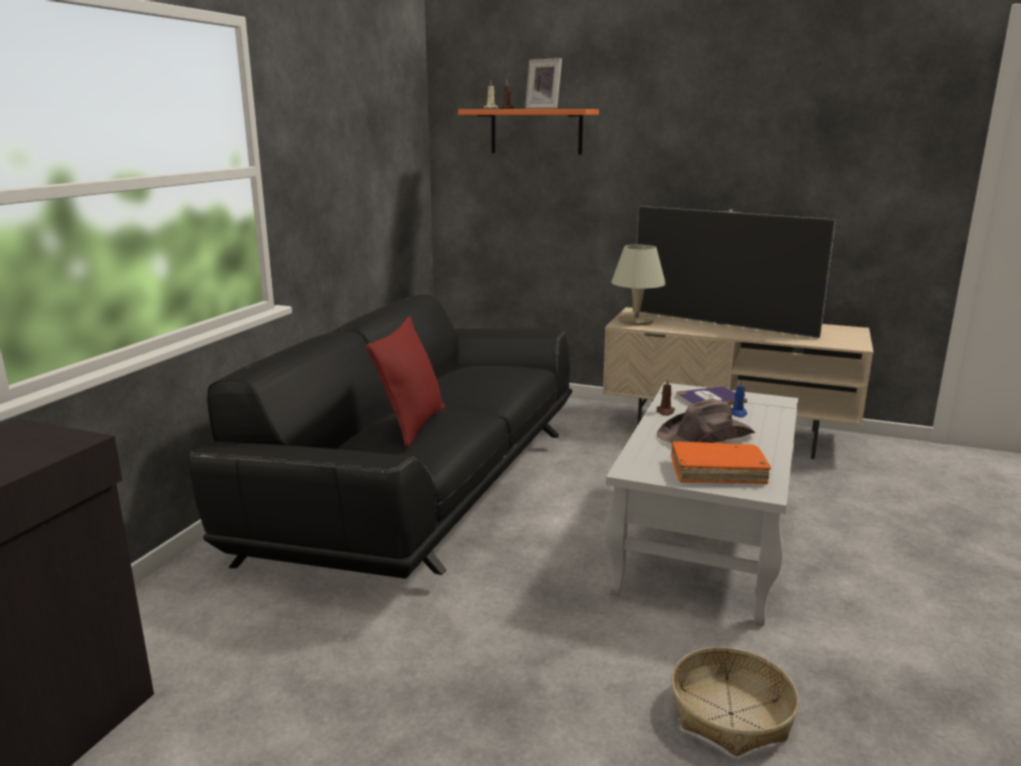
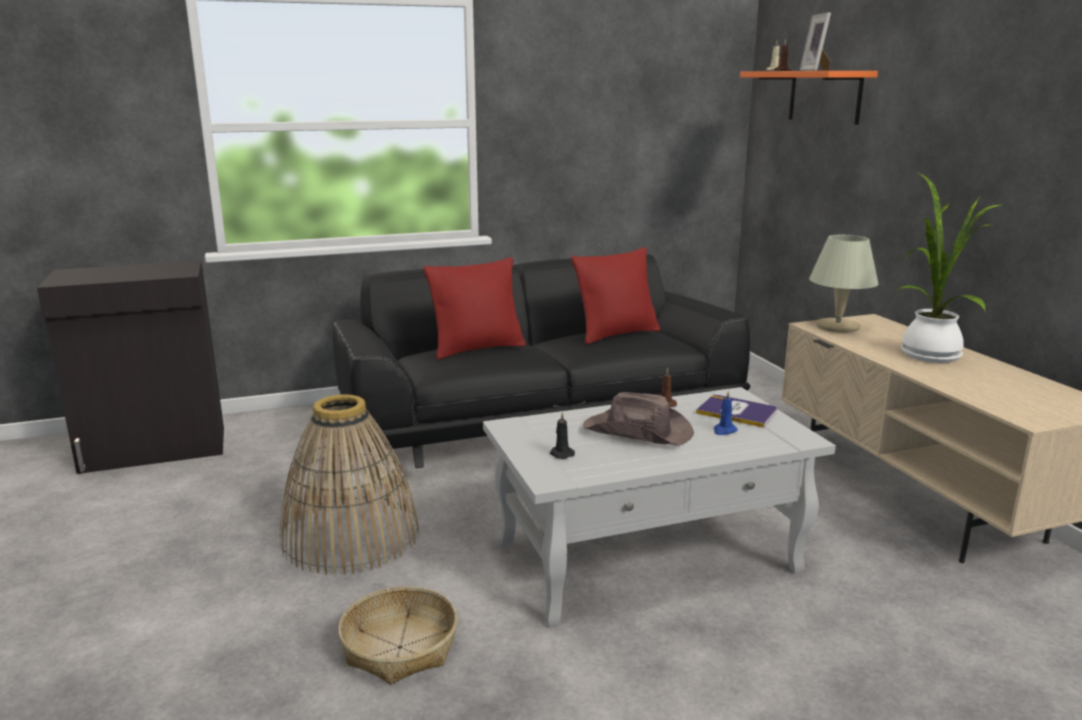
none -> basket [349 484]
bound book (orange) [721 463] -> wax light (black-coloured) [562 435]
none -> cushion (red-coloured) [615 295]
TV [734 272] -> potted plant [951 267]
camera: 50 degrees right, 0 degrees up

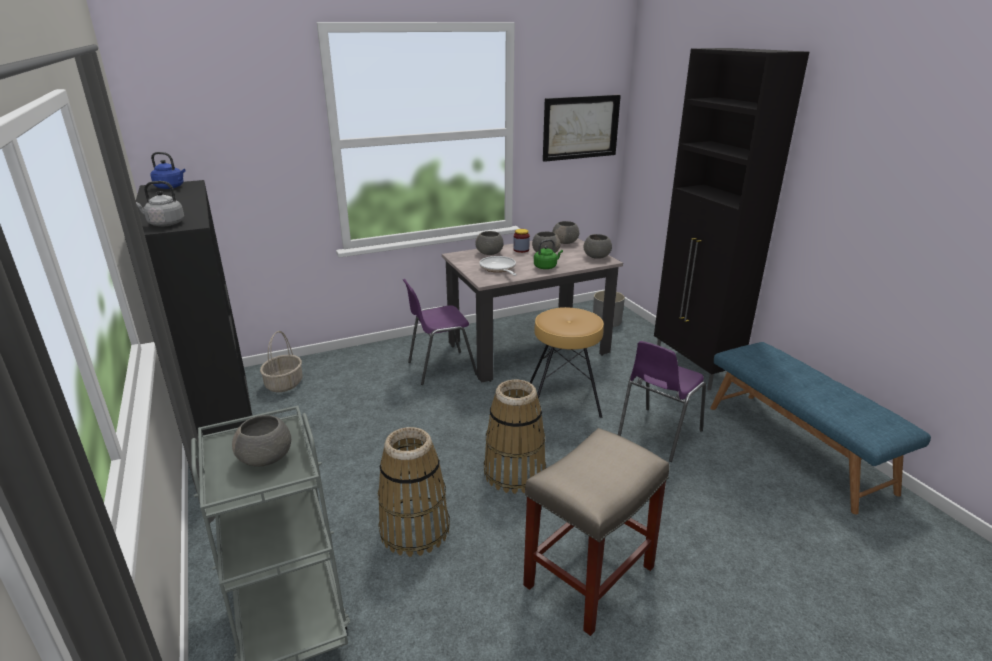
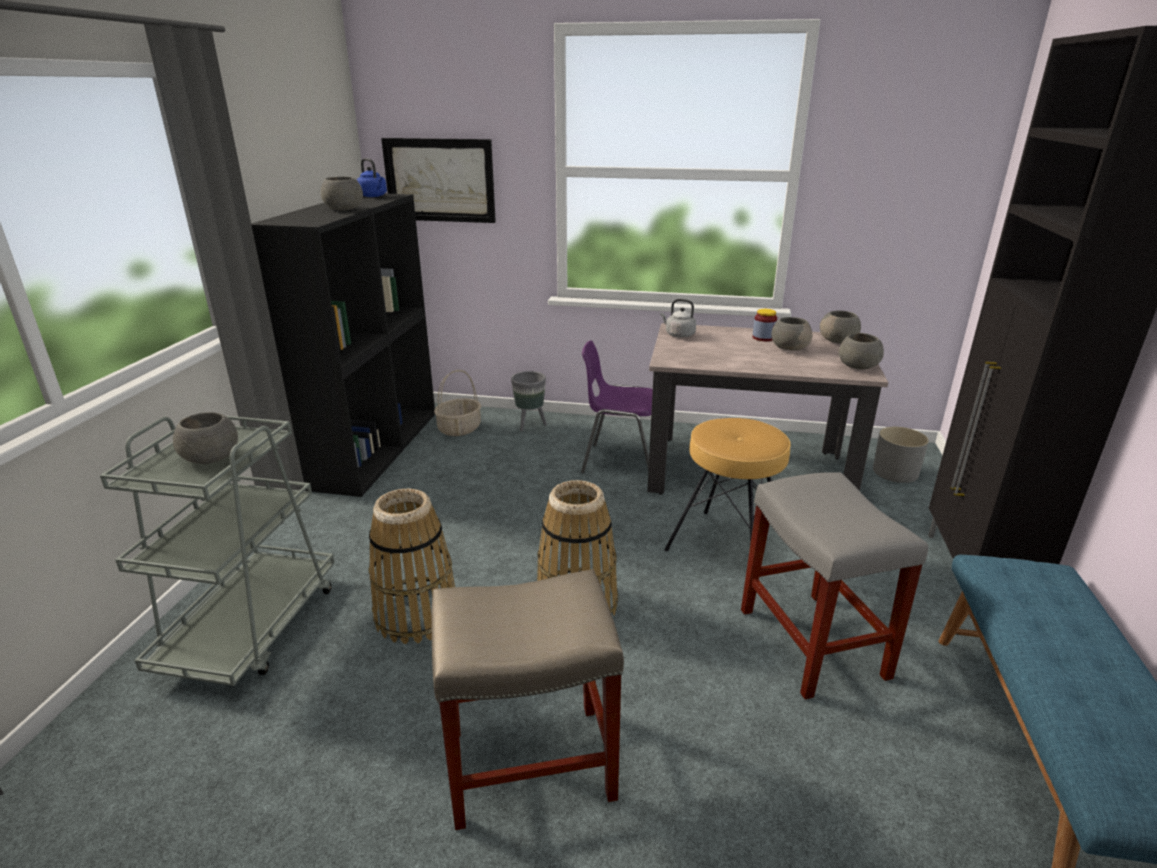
serving bowl (gray) [489 243] -> serving bowl (gray) [342 194], moved
wall art [582 128] -> wall art [438 180], moved
none -> flower pot (gray) [529 401]
kettle (gray) [160 203] -> kettle (gray) [678 318], moved
plain chair (purple-coloured) [662 401] -> stool seat (gray) [834 585]
pan [498 266] -> none
kettle (greenish) [548 254] -> none
camera: 35 degrees right, 0 degrees up

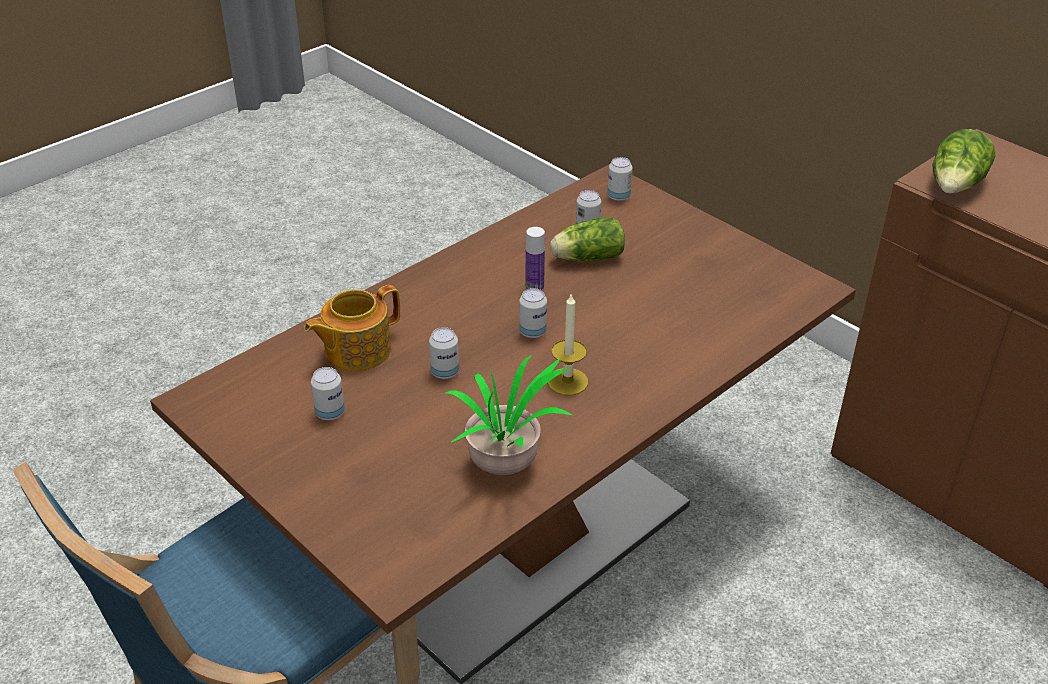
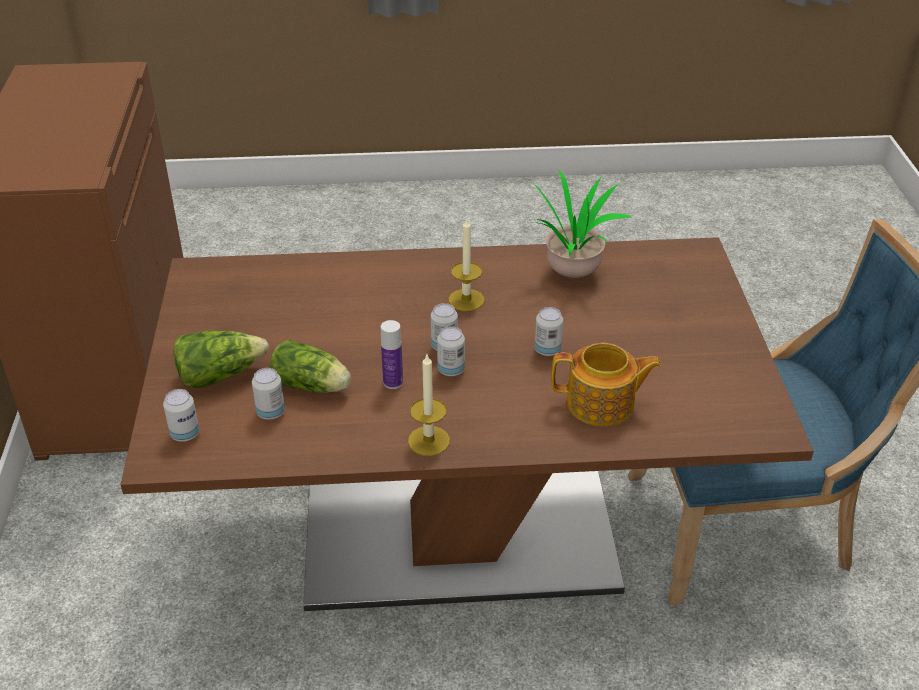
lettuce [964 161] -> lettuce [221 359], moved
none -> wax light [429 405]
metal can [328 393] -> metal can [451 351], moved
camera: 140 degrees left, 0 degrees up

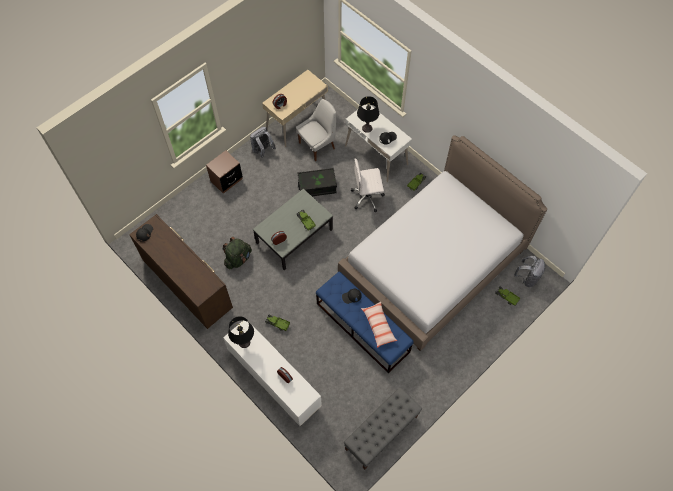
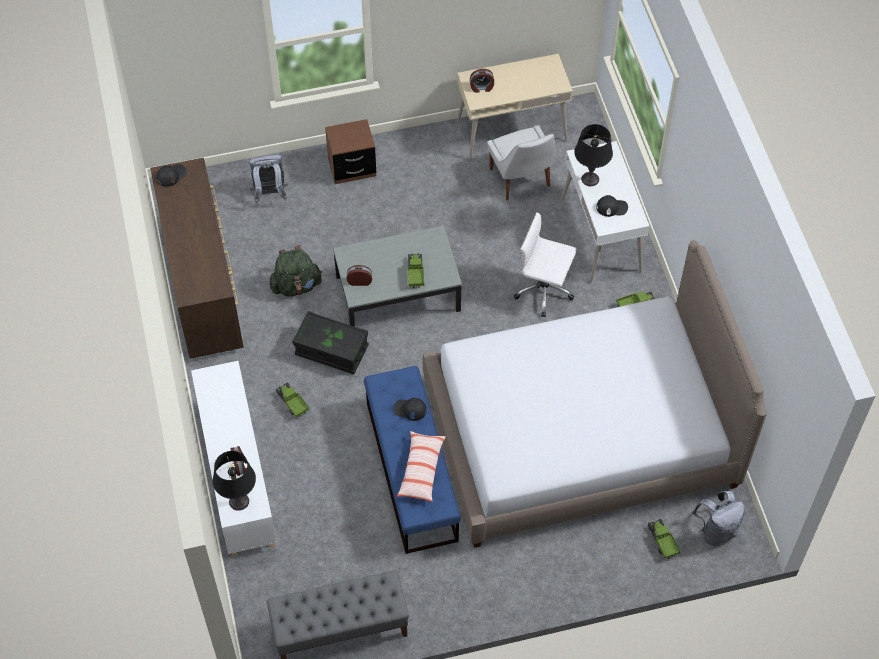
lamp for a table (black-coloured) [241 332] -> lamp for a table (black-coloured) [234 481], moved
rucksack (gray) [263 142] -> rucksack (gray) [268 179], moved
storage bin (black-coloured) [317 182] -> storage bin (black-coloured) [330 342], moved
plain chair (whitish) [316 130] -> plain chair (whitish) [521 162], 75 degrees clockwise
camera: 30 degrees right, 5 degrees down

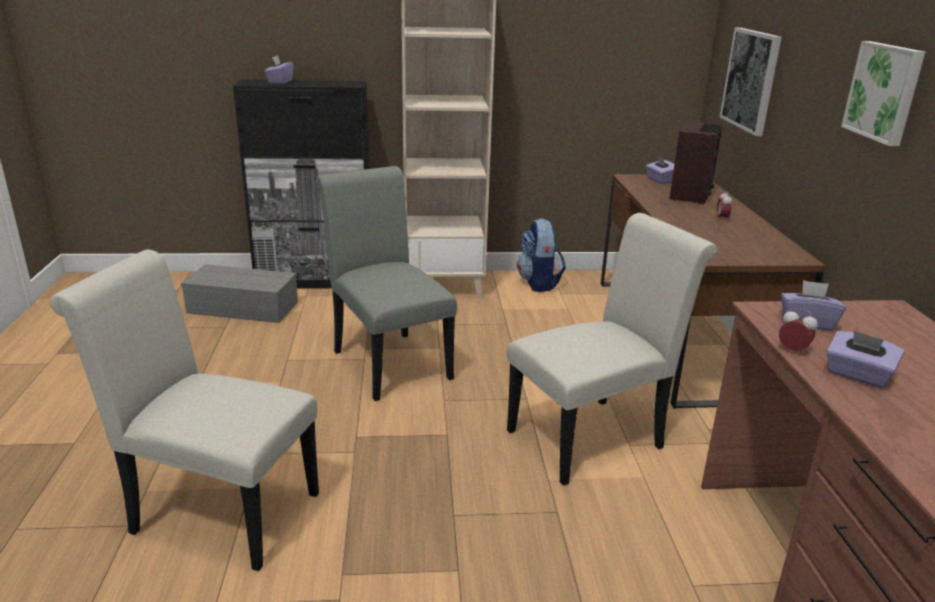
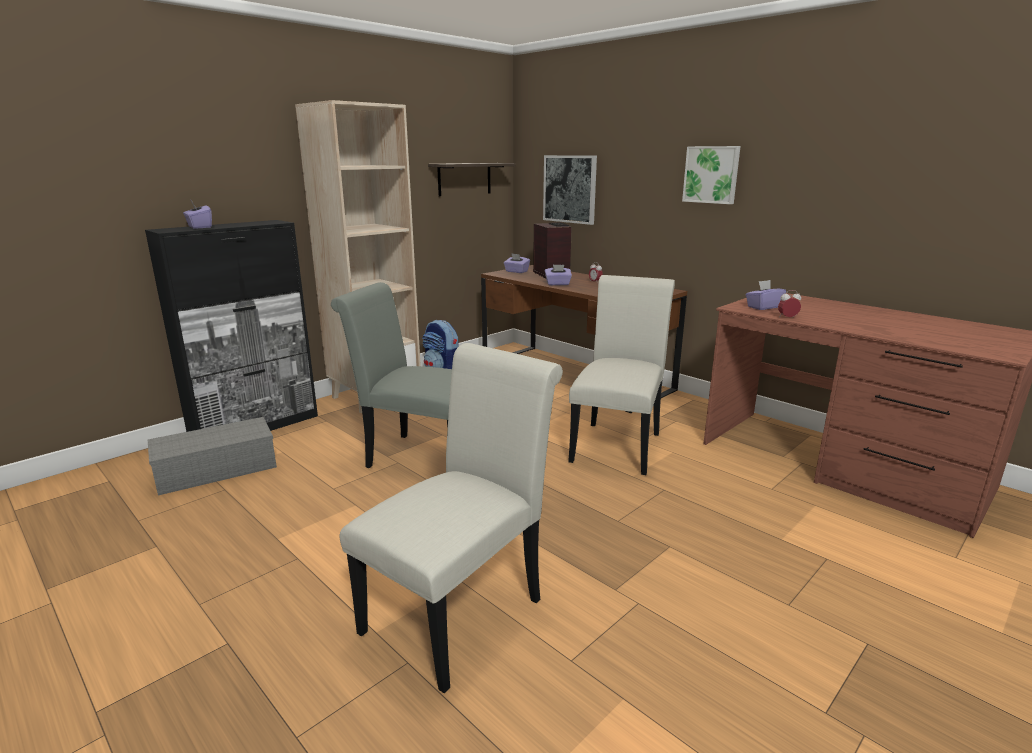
plain chair (whitish) [184 410] -> plain chair (whitish) [451 518], 150 degrees clockwise
none -> bracket shelf [472 179]
tissue box (purple-coloured) [866 359] -> tissue box (purple-coloured) [558 275], moved
camera: 40 degrees left, 5 degrees down

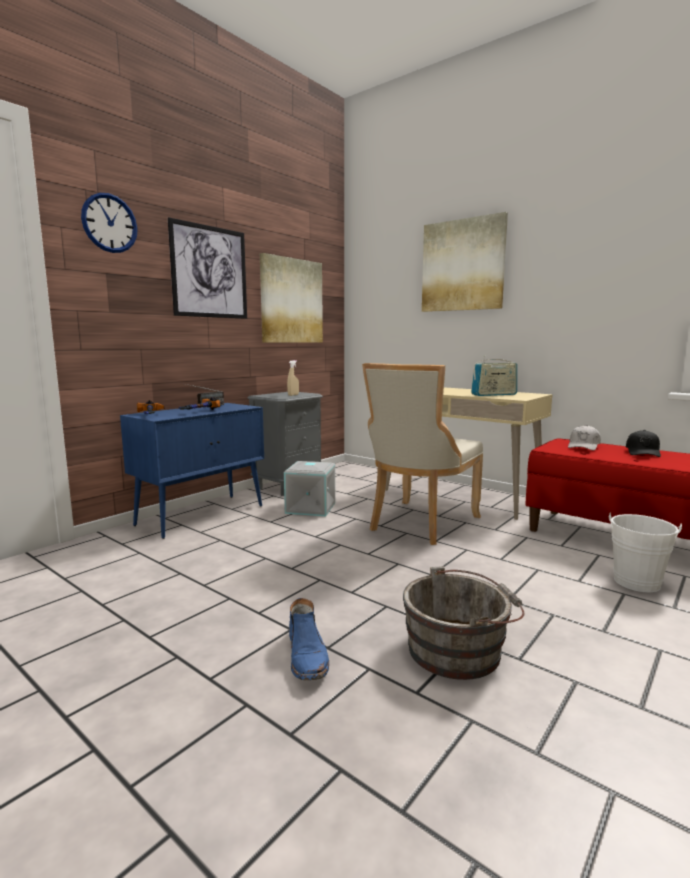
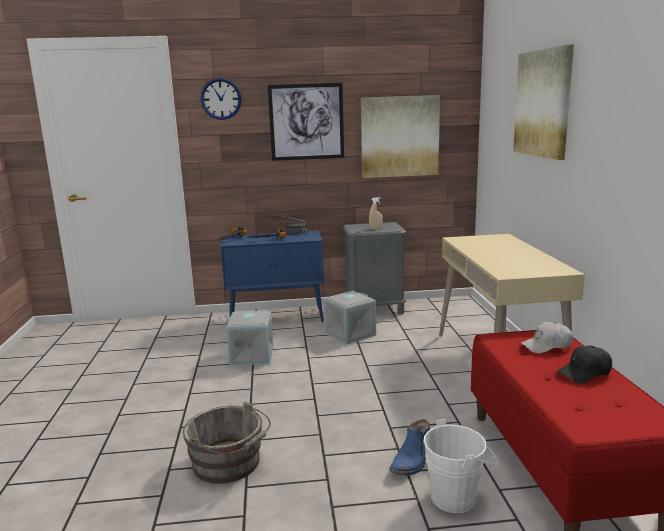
none -> storage bin (gray) [249 338]
boot (blue) [309 639] -> boot (blue) [409 447], moved
plain chair (beige-coloured) [422 454] -> none
radio receiver [494 375] -> none
camera: 45 degrees right, 5 degrees up

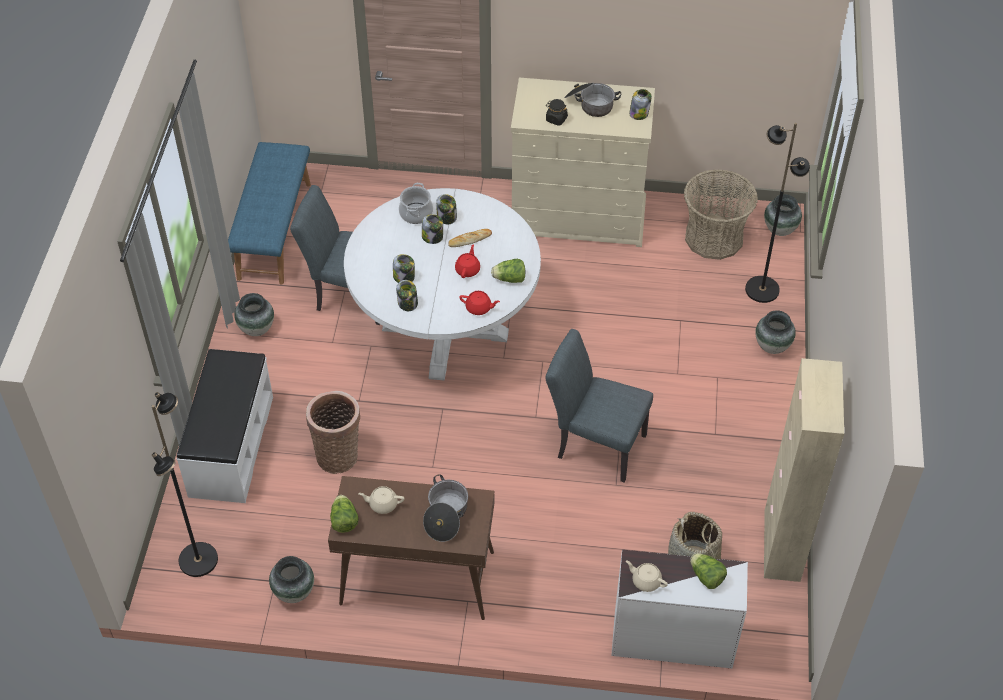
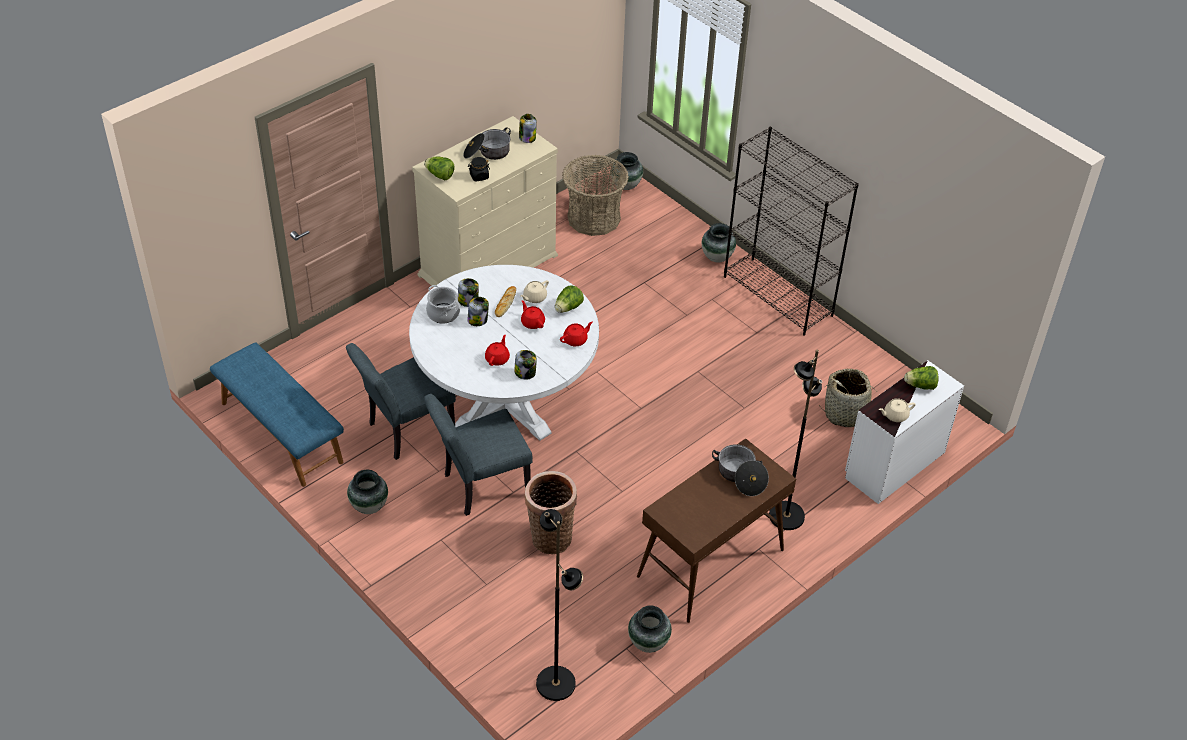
lettuce [344 514] -> lettuce [439 168], moved
plain chair (gray) [599 406] -> plain chair (gray) [478 455], moved
storage jar [404 268] -> tea pot (red-coloured) [497 350]
tea pot (beige-coloured) [381 500] -> tea pot (beige-coloured) [534 291], moved
none -> bookcase (black-coloured) [791 231]
standing lamp (black-coloured) [777 213] -> standing lamp (black-coloured) [795 440], moved
indoor bench (whitish) [225 426] -> none
cabinet (beige-coloured) [804 470] -> none
camera: 50 degrees left, 5 degrees down

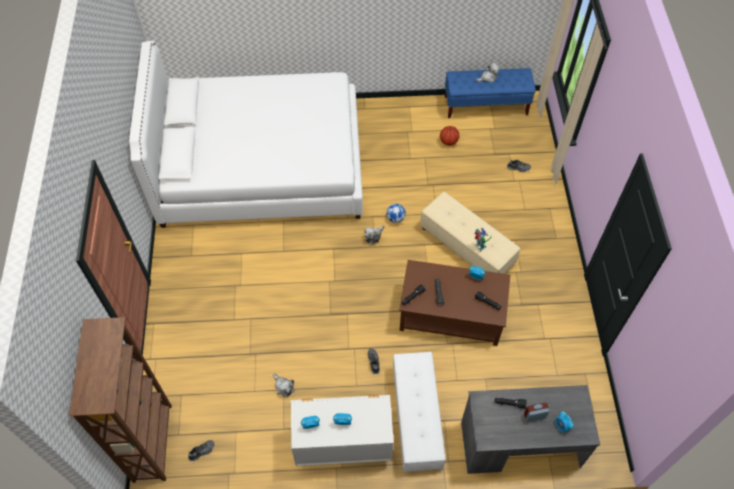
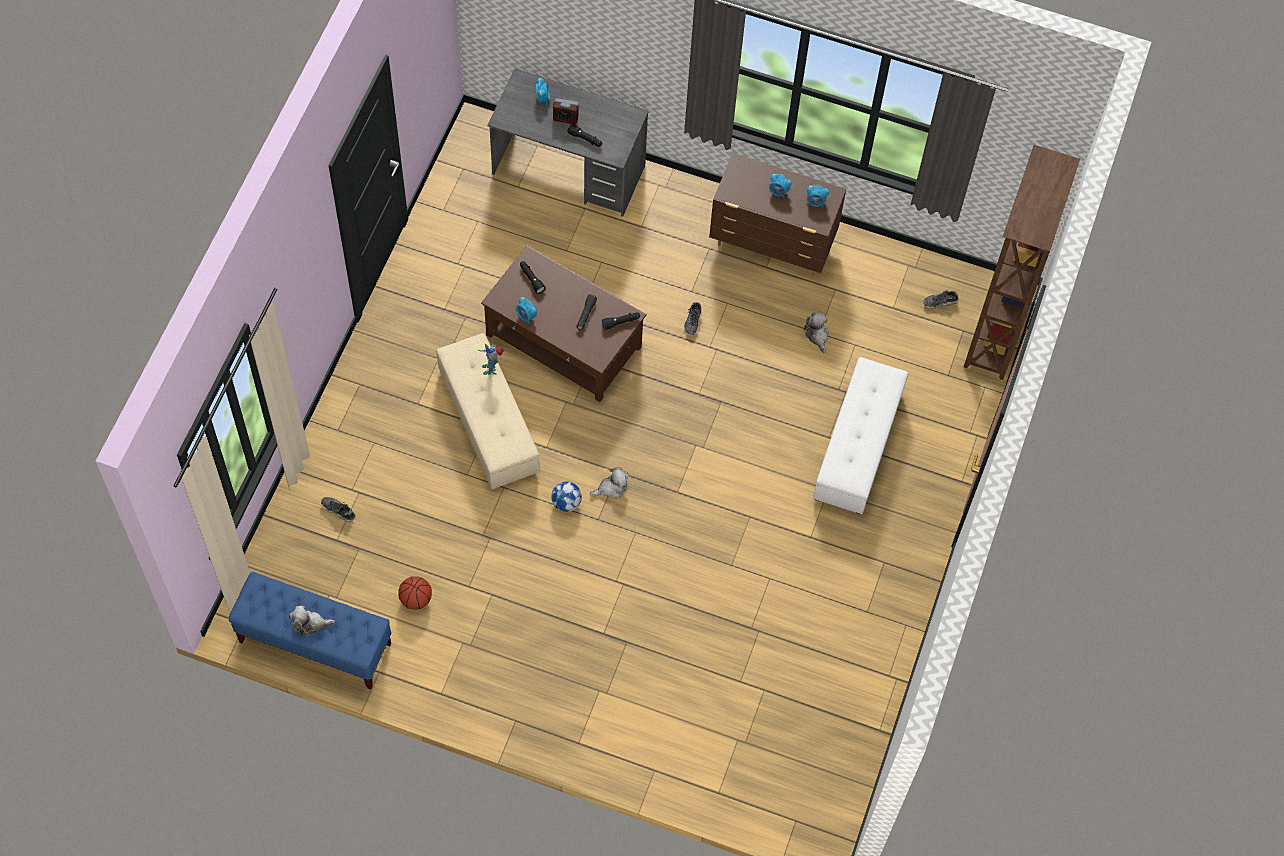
dresser (whitish) [342 430] -> dresser (brown-coloured) [777 214]
pouffe (whitish) [419 412] -> pouffe (whitish) [860 435], moved
bedroom bed (whitish) [246 134] -> none
camera: 160 degrees left, 5 degrees up

